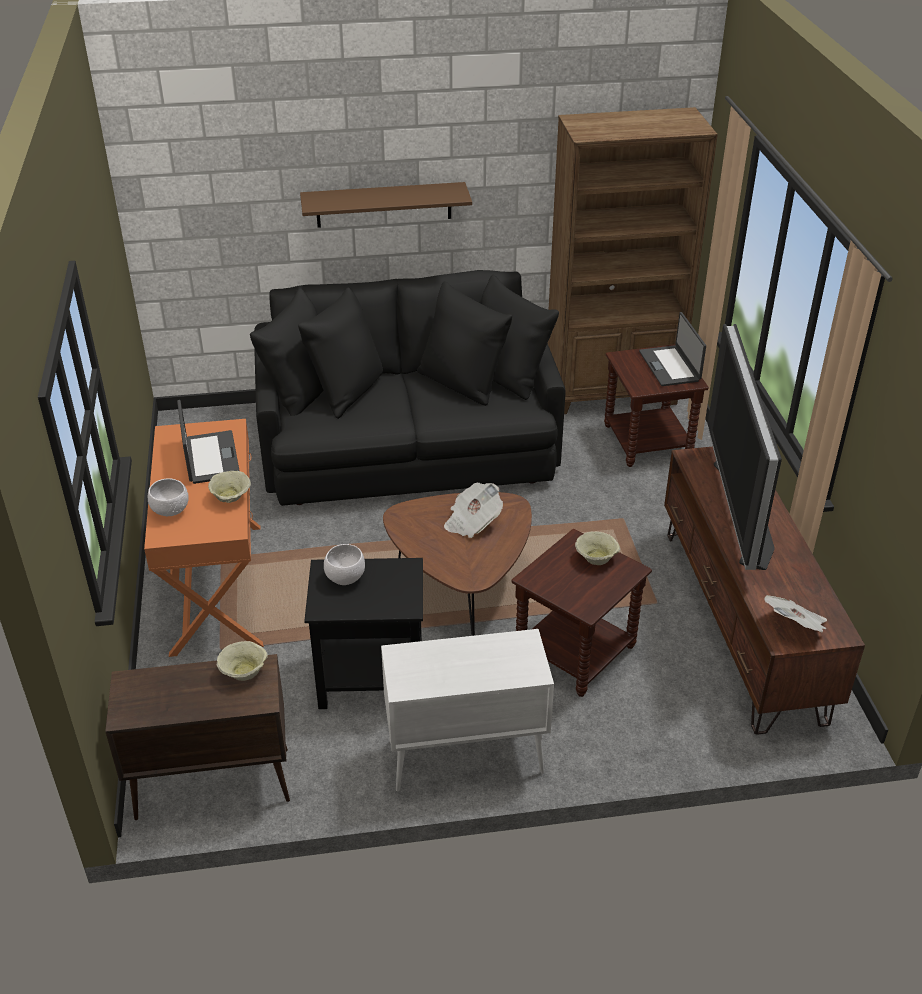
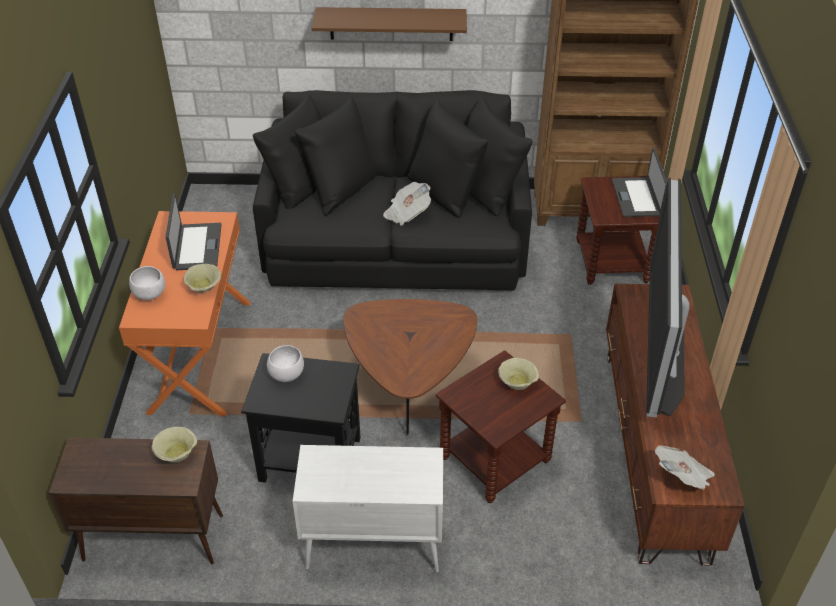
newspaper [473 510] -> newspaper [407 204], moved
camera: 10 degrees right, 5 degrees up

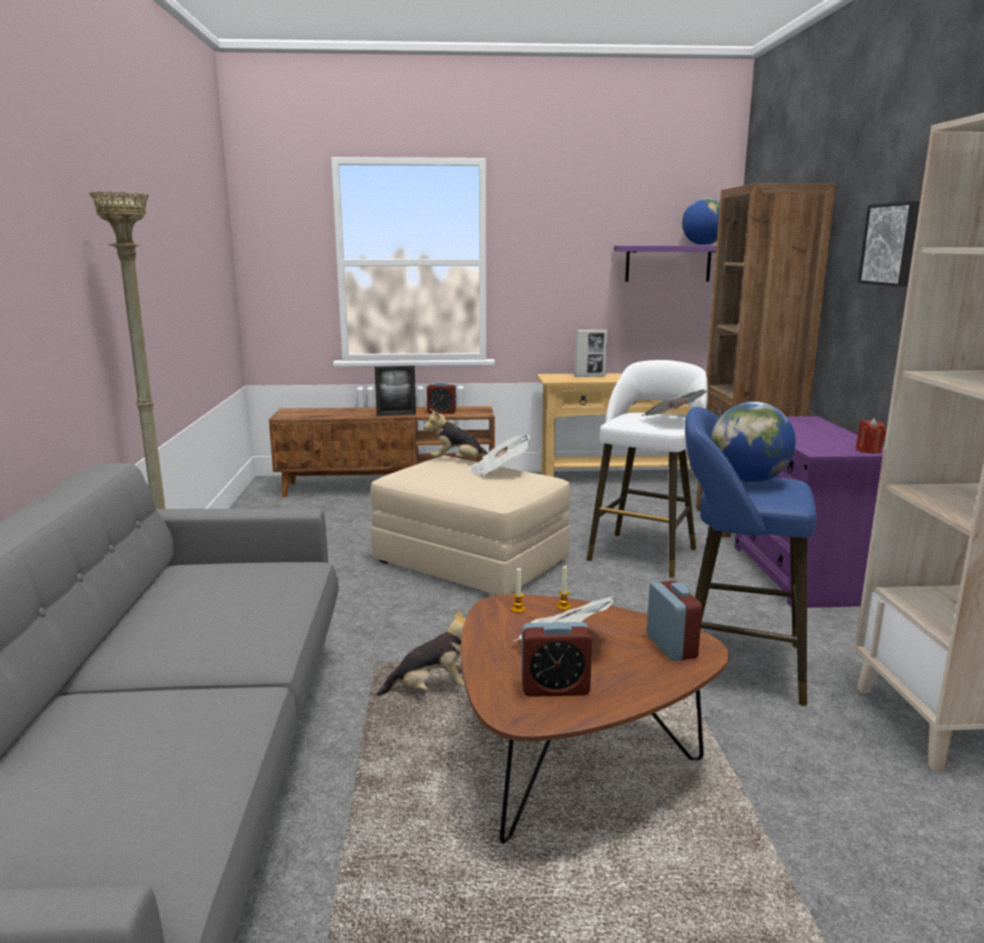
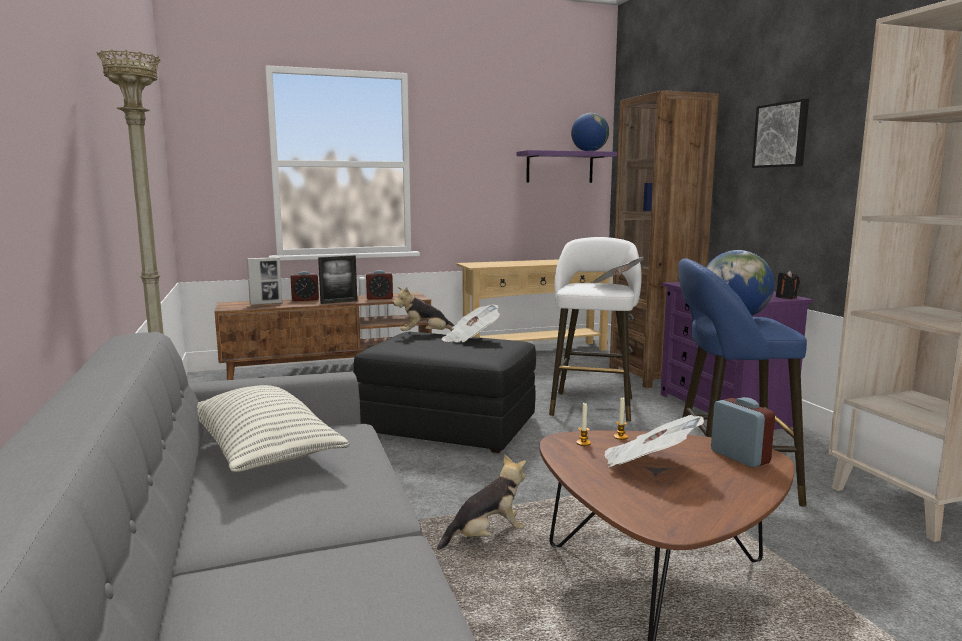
none -> cushion [273 428]
standing frame [590 353] -> standing frame [264 281], moved
table clock [557 659] -> table clock [304 286], moved
pouffe (beige-coloured) [470 525] -> pouffe (black-coloured) [445 392]
wax light (red-coloured) [870 436] -> wax light (black-coloured) [788 284]
camera: 15 degrees left, 5 degrees down

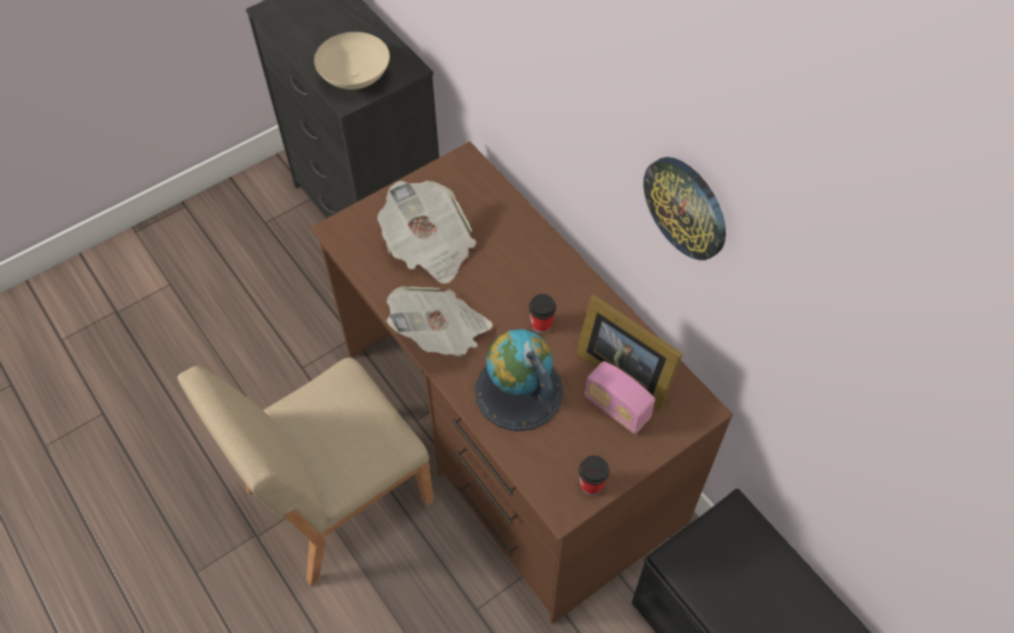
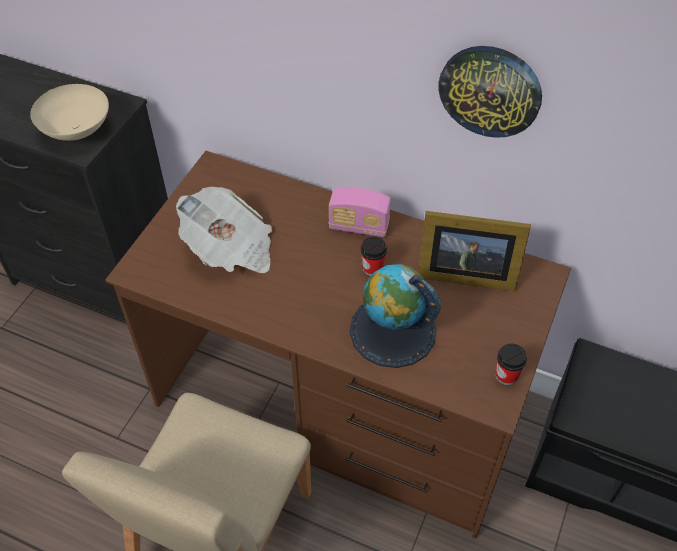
radio receiver [619 397] -> radio receiver [360 212], moved
newspaper [439 321] -> none
camera: 30 degrees left, 5 degrees down

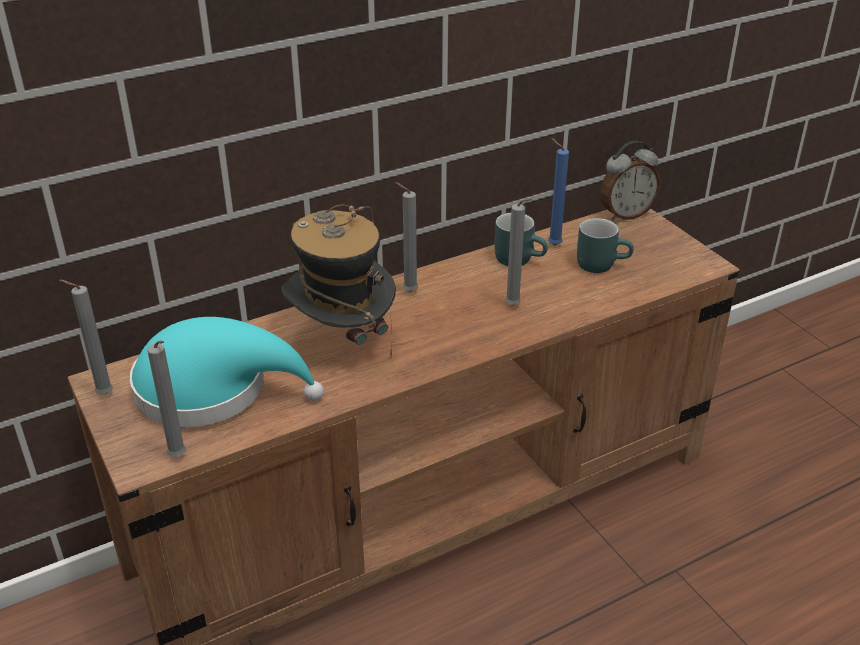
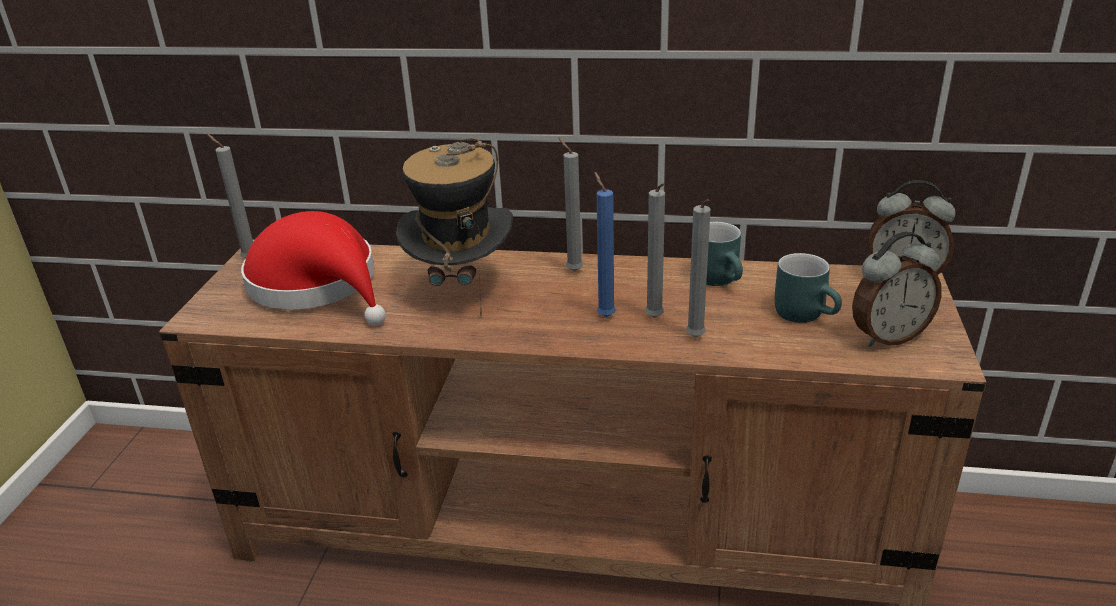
clothing hat (turquoise-coloured) [226 372] -> clothing hat (red-coloured) [313 268]
wax light (blue) [558 191] -> wax light (blue) [605 244], moved
wax light (gray) [166 398] -> wax light (gray) [698 268], moved
none -> table clock [897 289]
camera: 40 degrees right, 5 degrees down

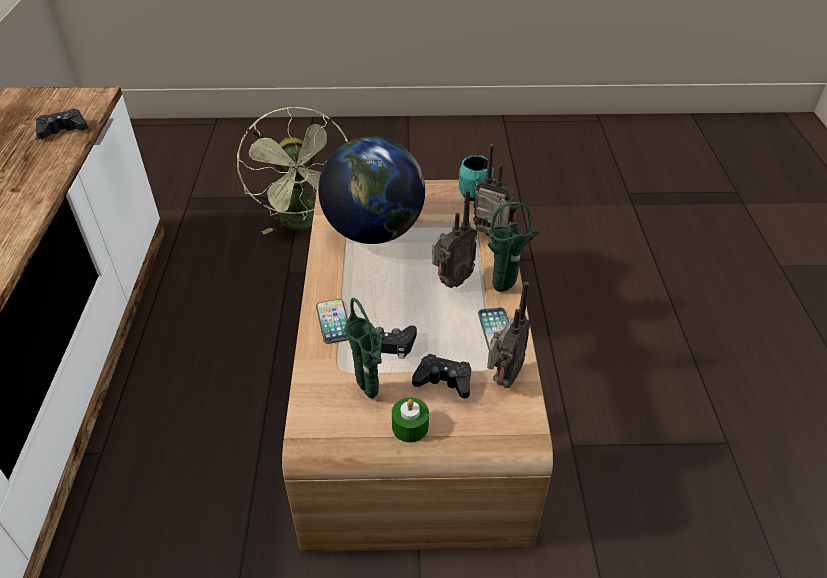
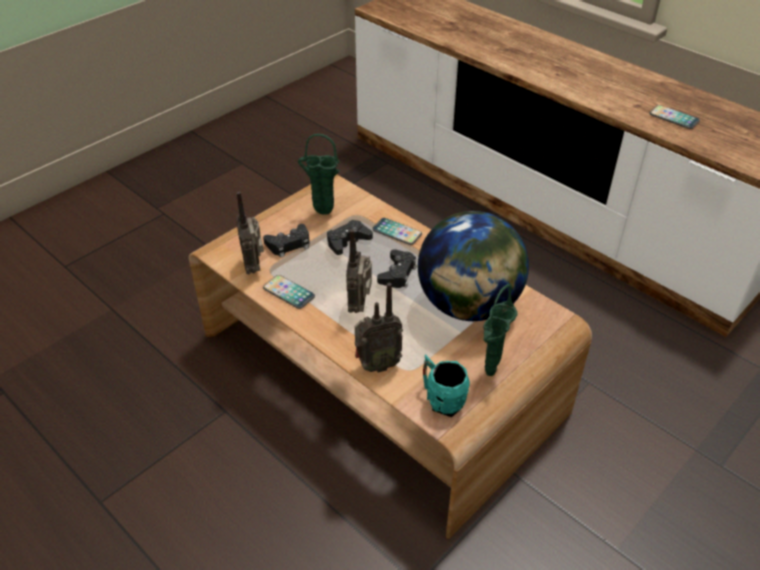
gamepad (black-coloured) [61 124] -> gamepad (black-coloured) [397 268], moved
vase (greenish) [513 247] -> vase (greenish) [500 330], moved
none -> phone [675 117]
fan (greenish) [292 170] -> none
wax light (greenish) [410 420] -> none
camera: 135 degrees right, 0 degrees up

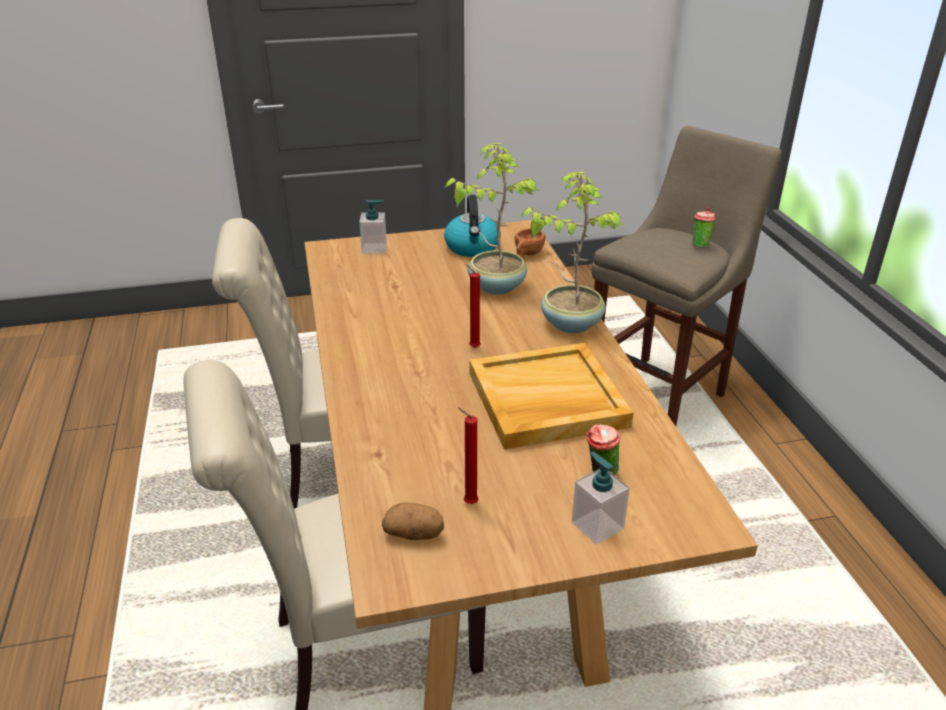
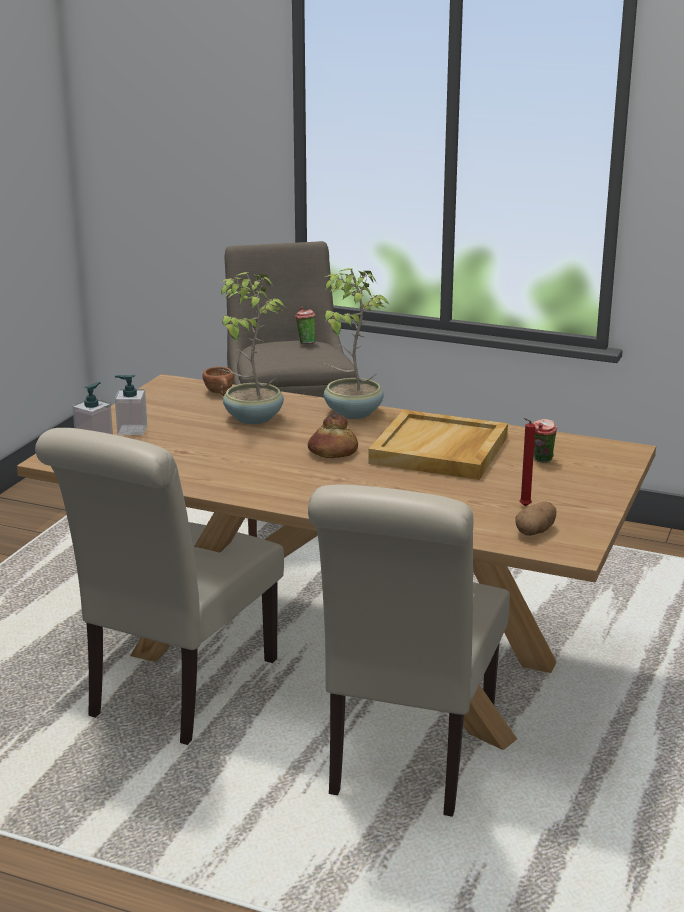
soap bottle [601 498] -> soap bottle [131 405], moved
wax light (red-coloured) [473 306] -> bakery bread [333 435]
kettle [472 226] -> none
camera: 55 degrees left, 10 degrees down

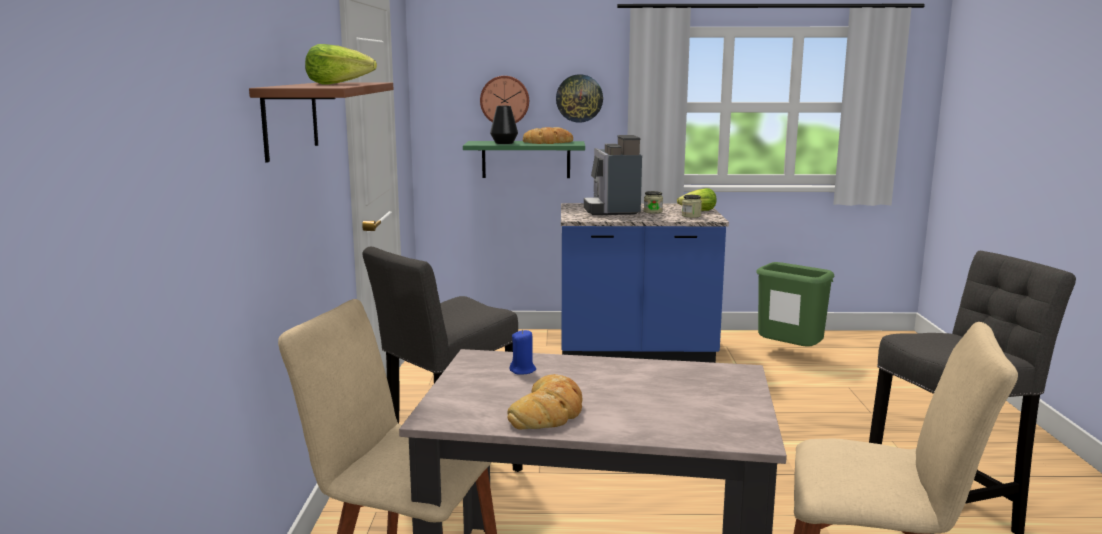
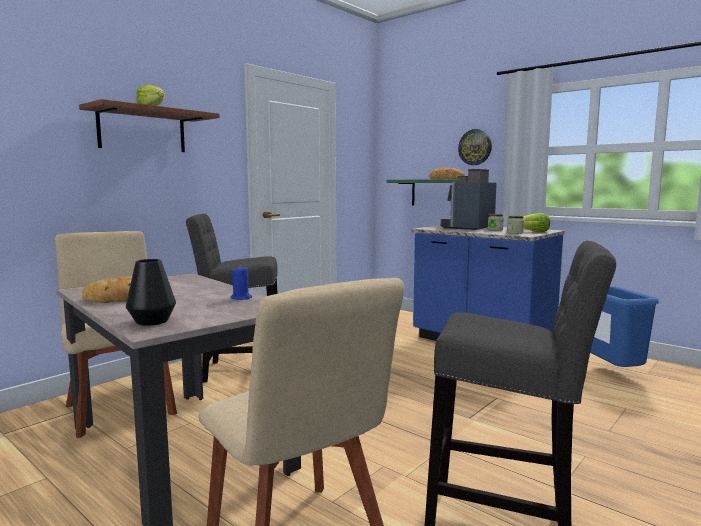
vase (black-coloured) [504 125] -> vase (black-coloured) [151 292], moved
wax light (blue) [522 352] -> wax light (blue) [241 282], moved
rubbish bin (greenish) [795 304] -> rubbish bin (blue) [624 326]
wall clock [504 99] -> none
camera: 40 degrees right, 5 degrees down

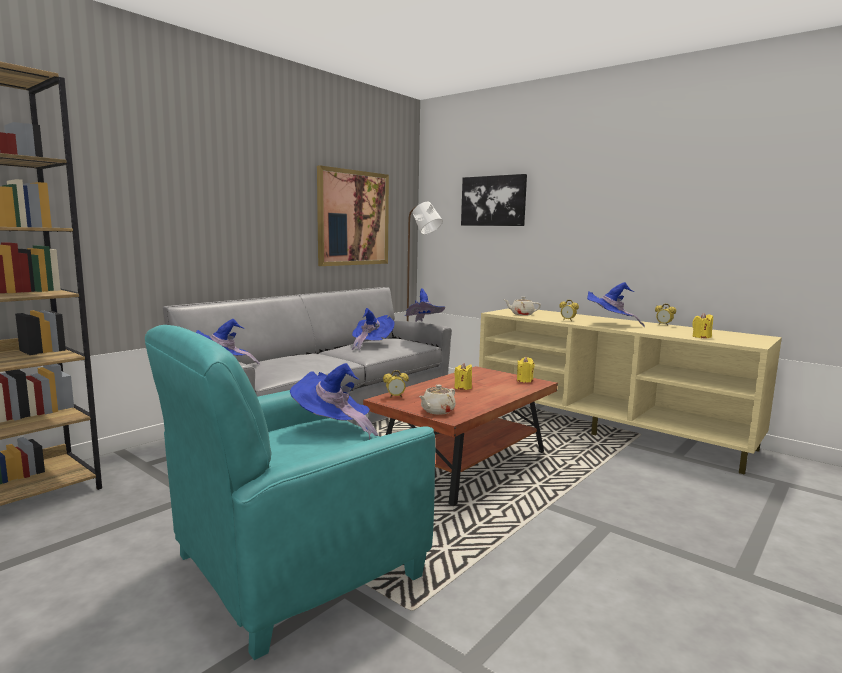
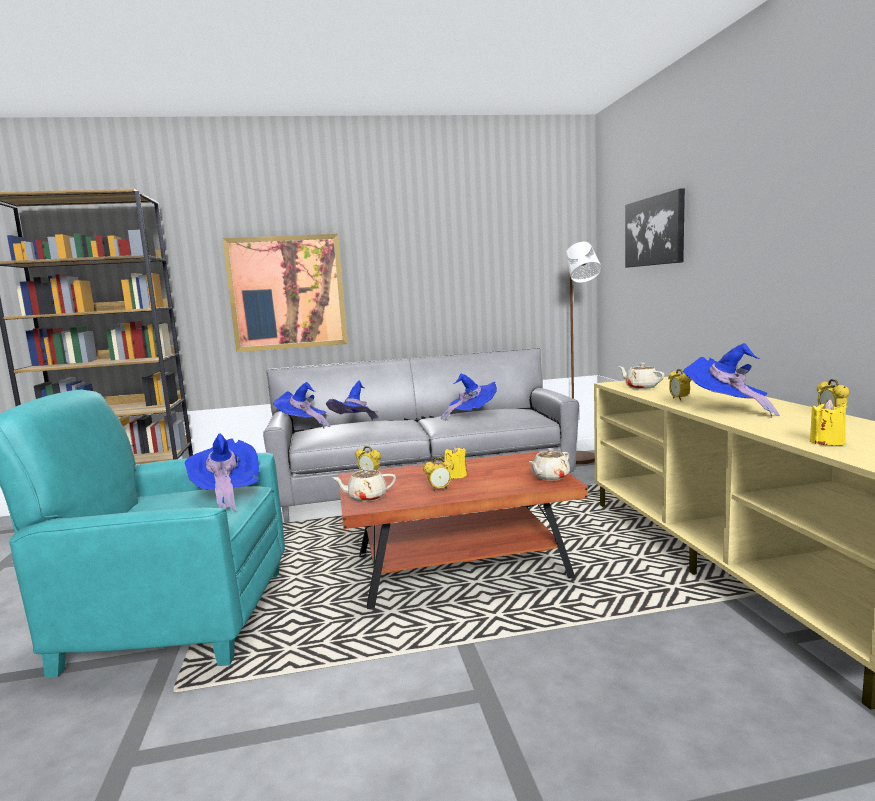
wall art [353 215] -> wall art [285 293], moved
clothing hat (blue) [425 305] -> clothing hat (blue) [353 400], moved
none -> table clock [438 474]
wax light (yellow-coloured) [525 369] -> tea pot (beige-coloured) [549 464]
camera: 40 degrees right, 0 degrees up

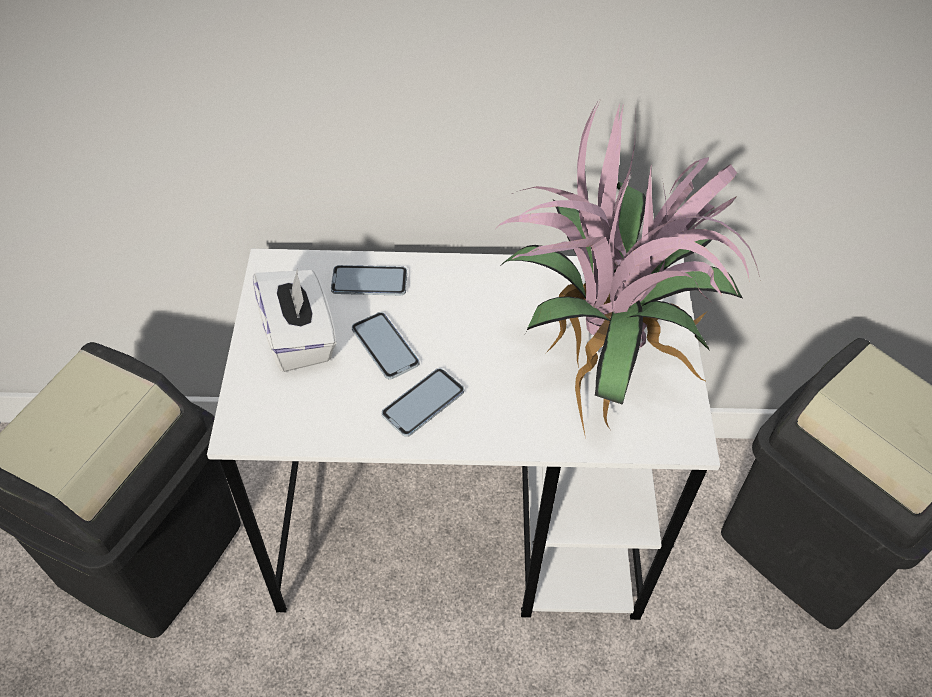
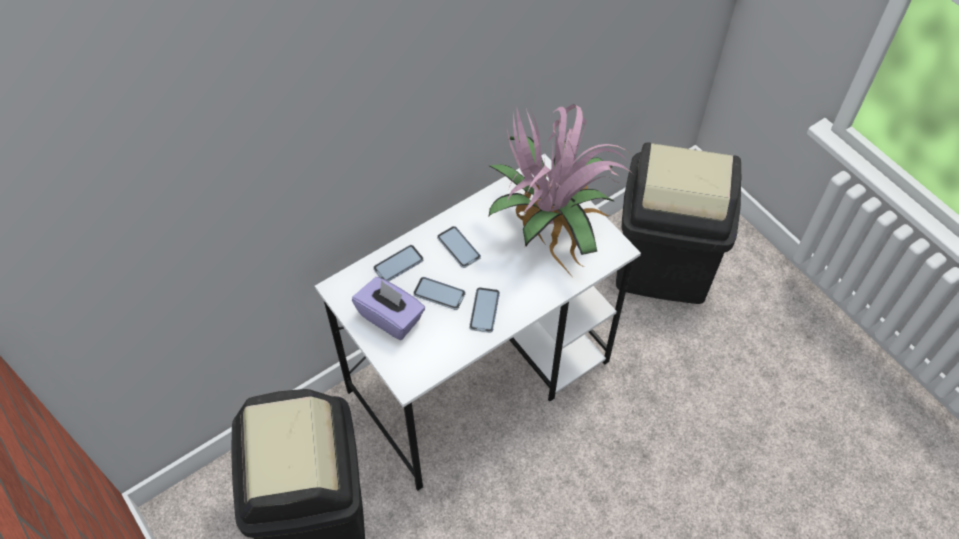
tissue box (whitish) [294 320] -> tissue box (purple-coloured) [388 308]
none -> phone [459 247]
camera: 35 degrees left, 5 degrees up

